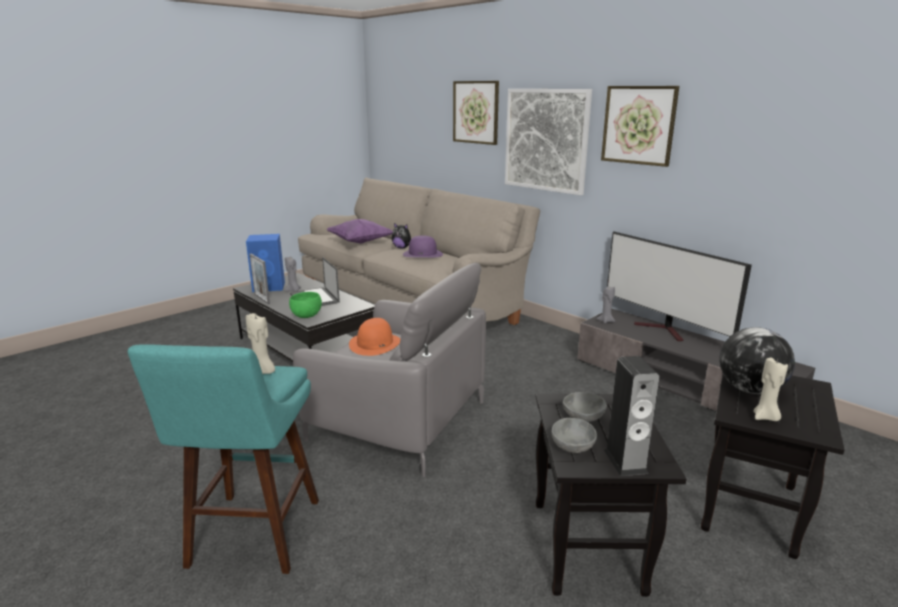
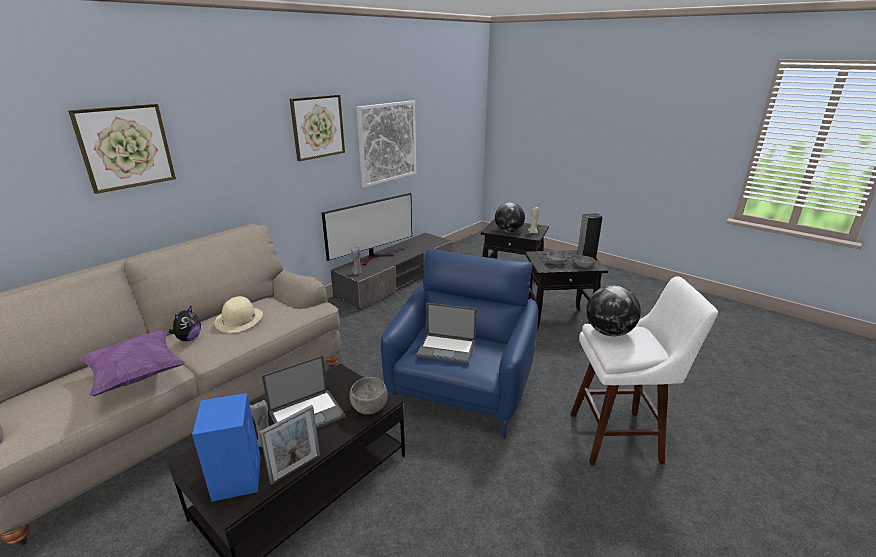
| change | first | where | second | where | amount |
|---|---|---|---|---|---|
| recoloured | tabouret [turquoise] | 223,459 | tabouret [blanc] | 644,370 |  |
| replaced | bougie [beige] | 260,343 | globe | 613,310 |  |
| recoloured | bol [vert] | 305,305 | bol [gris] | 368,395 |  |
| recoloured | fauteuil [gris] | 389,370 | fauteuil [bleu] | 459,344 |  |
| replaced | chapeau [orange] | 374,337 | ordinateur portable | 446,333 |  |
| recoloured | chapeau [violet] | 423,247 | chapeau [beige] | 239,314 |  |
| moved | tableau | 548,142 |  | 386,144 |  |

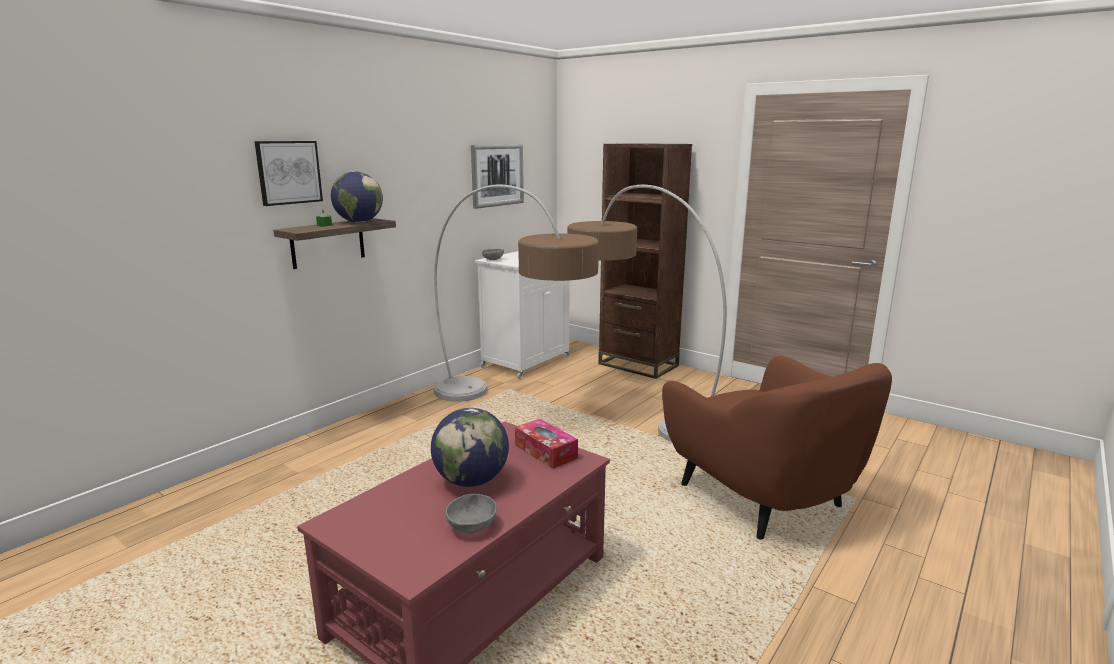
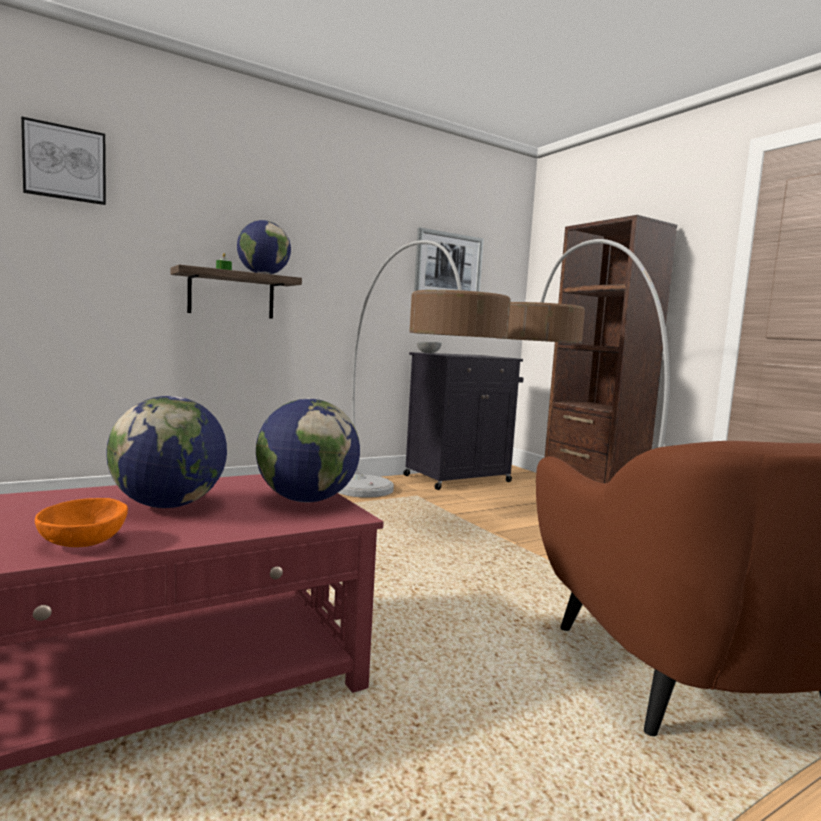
| change | first | where | second | where | amount |
|---|---|---|---|---|---|
| moved | tableau | 288,173 |  | 63,160 |  |
| recoloured | bol [gris] | 471,513 | bol [orange] | 81,522 |  |
| recoloured | meuble de rangement [blanc] | 522,315 | meuble de rangement [noir] | 463,421 |  |
| replaced | boîte à mouchoirs | 546,444 | globe | 308,451 |  |

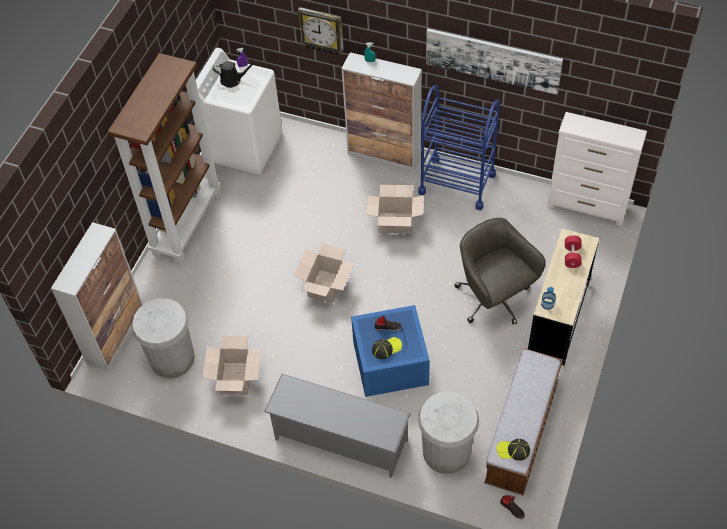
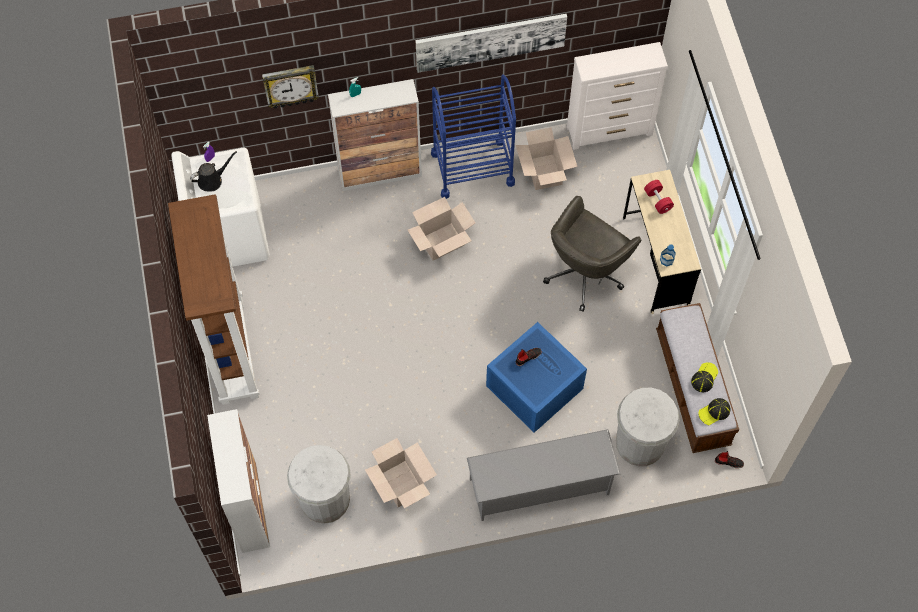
| change | first | where | second | where | amount |
|---|---|---|---|---|---|
| moved | carton | 324,273 |  | 547,158 |  |
| moved | casquette | 387,348 |  | 704,377 |  |
| turned | chaise de bureau [gris] | 500,271 |  | 592,254 | 75 degrees counterclockwise |

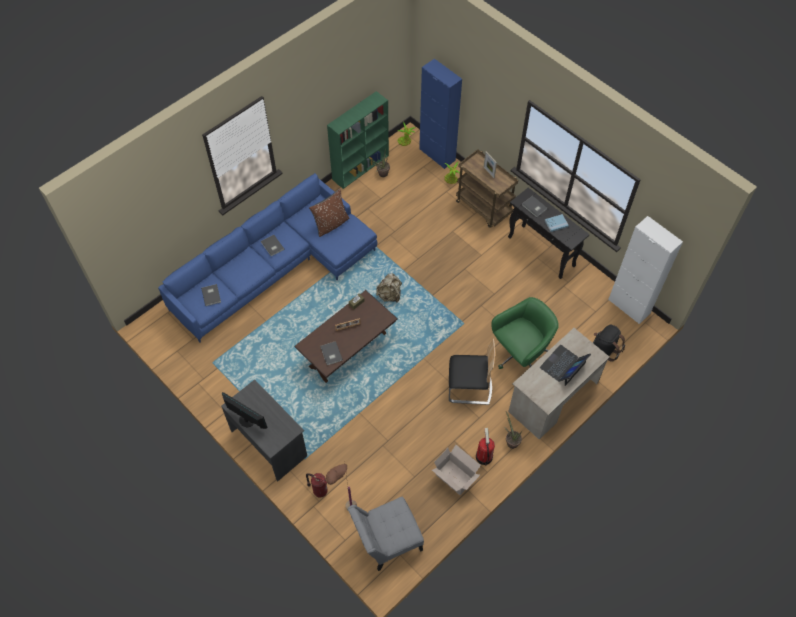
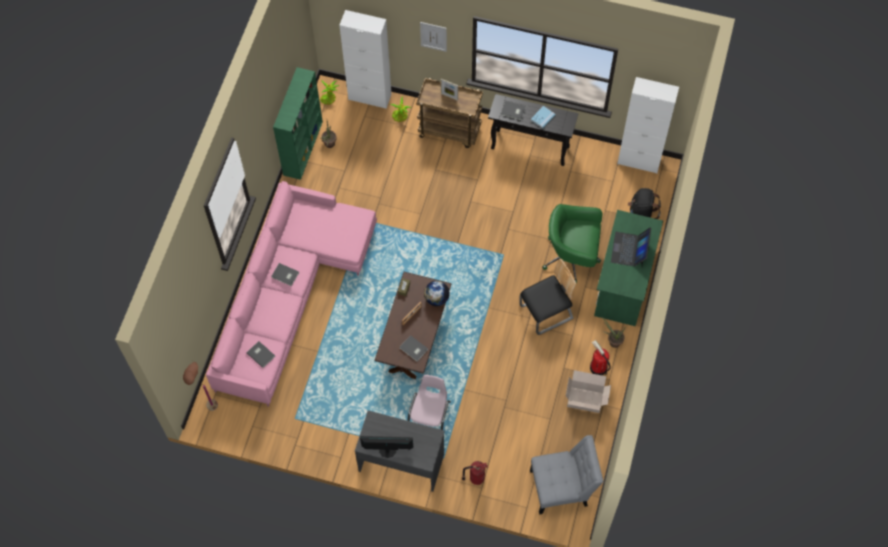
| change | first | where | second | where | amount |
|---|---|---|---|---|---|
| recoloured | canapé [bleu] | 267,258 | canapé [rose] | 291,294 |  |
| removed | coussin [marron] | 329,213 |  |  |  |
| moved | lampadaire [marron] | 341,485 |  | 200,386 |  |
| turned | chaise [gris] | 386,534 |  | 566,475 | 135 degrees counterclockwise |
| removed | sac à dos [beige] | 389,288 |  |  |  |
| recoloured | meuble de rangement [bleu] | 440,114 | meuble de rangement [blanc] | 365,59 |  |
| turned | chaise de bureau [vert] | 525,333 |  | 572,244 | 105 degrees counterclockwise |
| recoloured | bureau [beige] | 559,383 | bureau [vert] | 628,268 |  |
| added |  |  | chaise [rose] | 429,402 |  |
| added |  |  | tableau | 433,37 |  |
| added |  |  | globe | 437,293 |  |

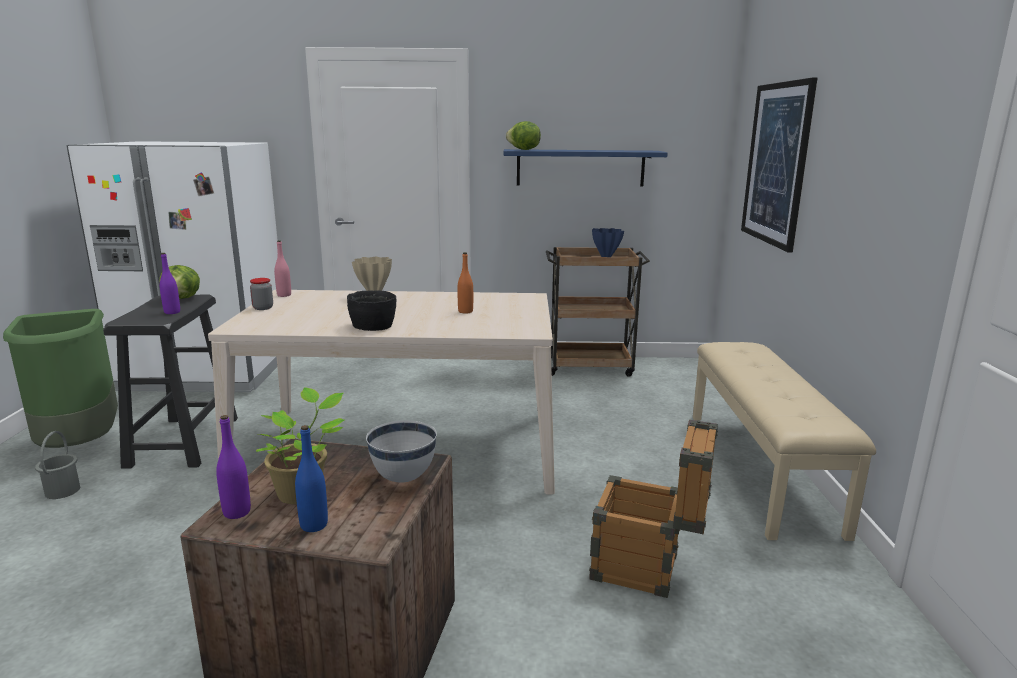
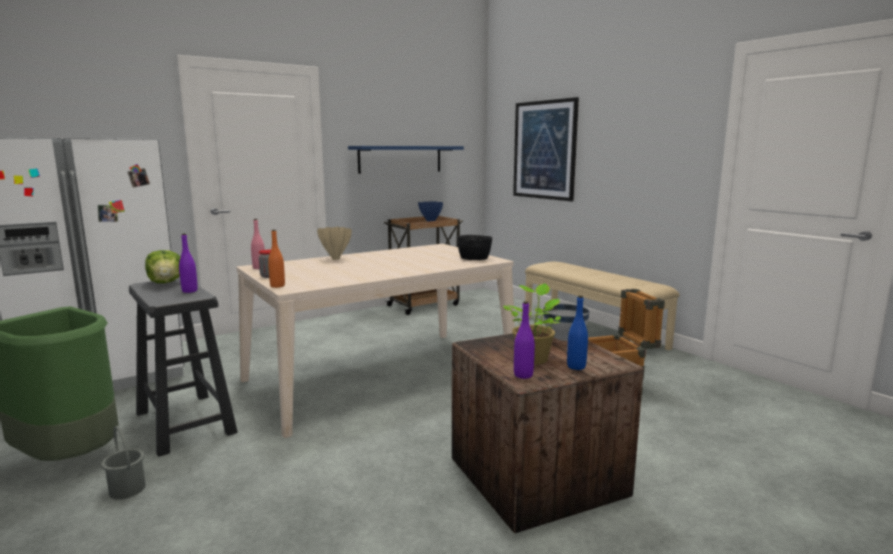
| change | first | where | second | where | amount |
|---|---|---|---|---|---|
| moved | bol [noir] | 371,310 |  | 474,247 |  |
| moved | bouteille [orange] | 465,282 |  | 276,259 |  |
| removed | laitue | 523,135 |  |  |  |

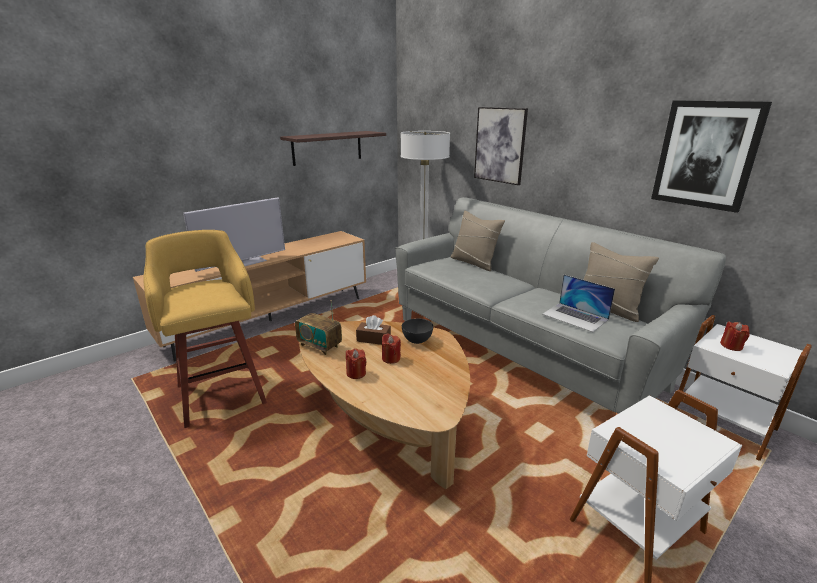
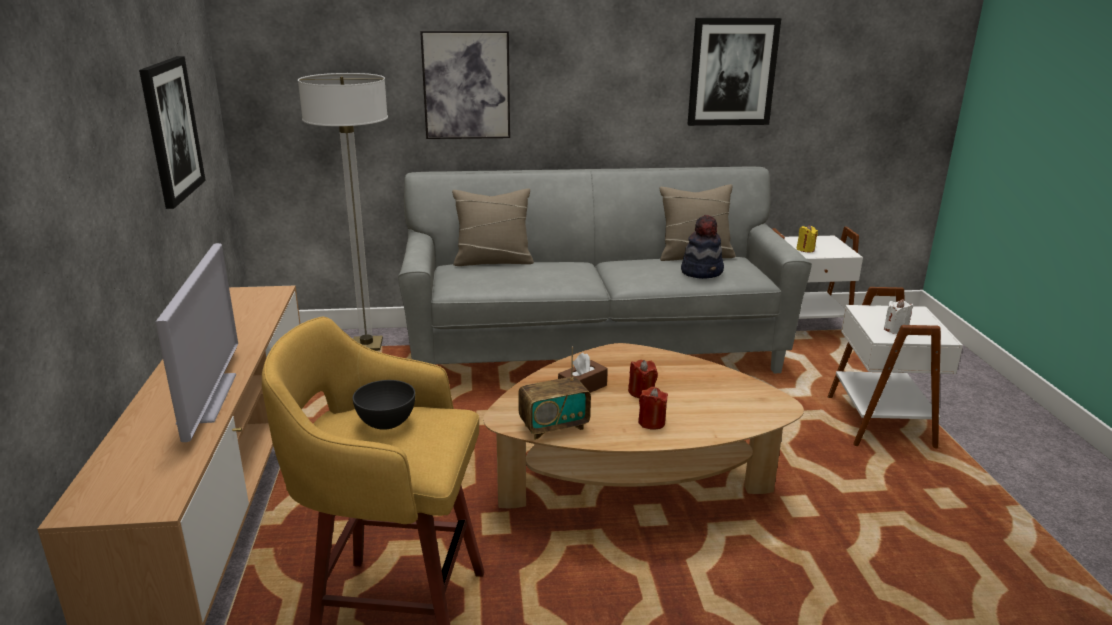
| change | first | where | second | where | amount |
|---|---|---|---|---|---|
| replaced | étagère | 333,148 | tableau | 172,132 |  |
| moved | bol [gris] | 417,331 |  | 384,405 |  |
| replaced | ordinateur portable | 579,303 | chapeau | 702,247 |  |
| recoloured | bougie [rouge] | 735,336 | bougie [jaune] | 807,238 |  |
| added |  |  | bougie [blanc] | 898,316 |  |

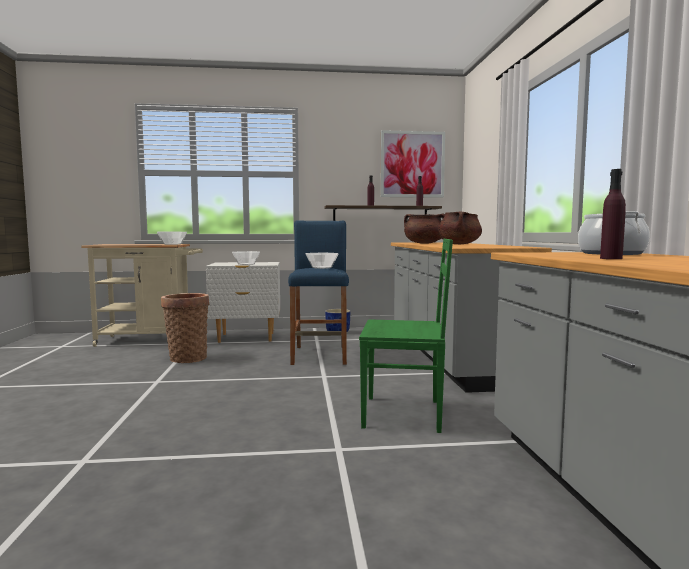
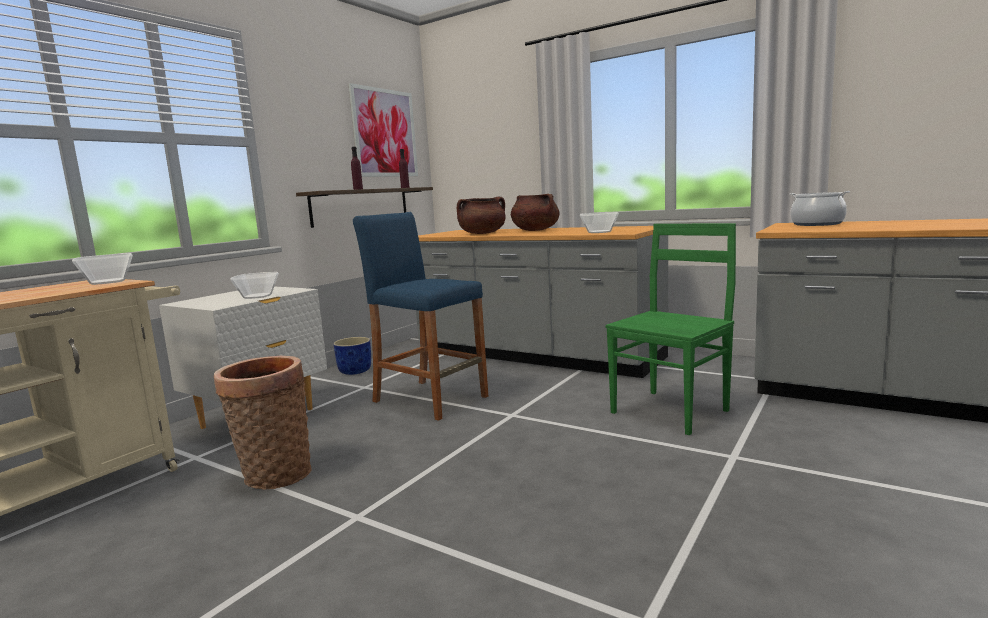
| change | first | where | second | where | amount |
|---|---|---|---|---|---|
| moved | bol | 322,260 |  | 599,222 |  |
| removed | bouteille [violet] | 613,214 |  |  |  |

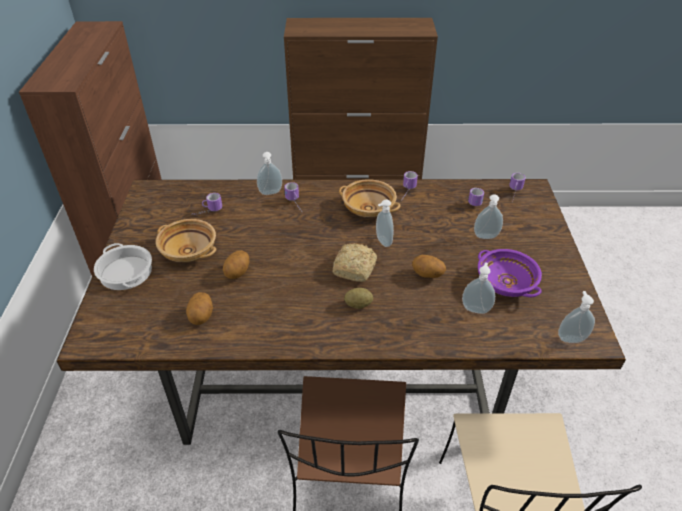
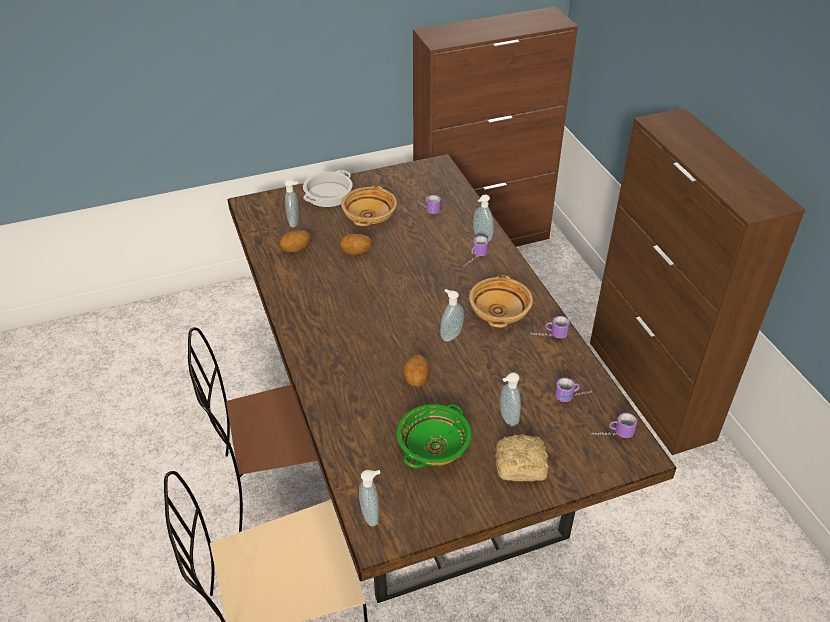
| change | first | where | second | where | amount |
|---|---|---|---|---|---|
| moved | pain | 355,263 |  | 522,457 |  |
| removed | pomme de terre | 358,298 |  |  |  |
| moved | distributeur de savon | 478,288 |  | 291,203 |  |
| recoloured | bol [violet] | 510,273 | bol [vert] | 434,436 |  |

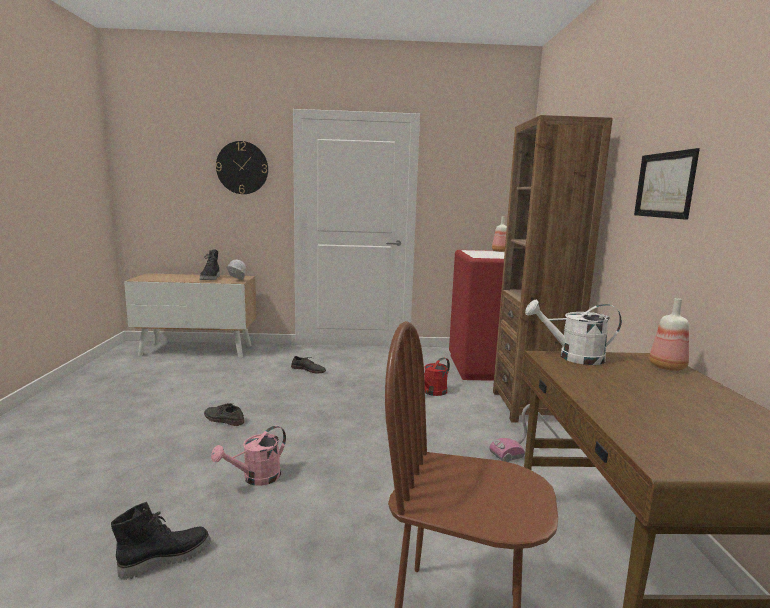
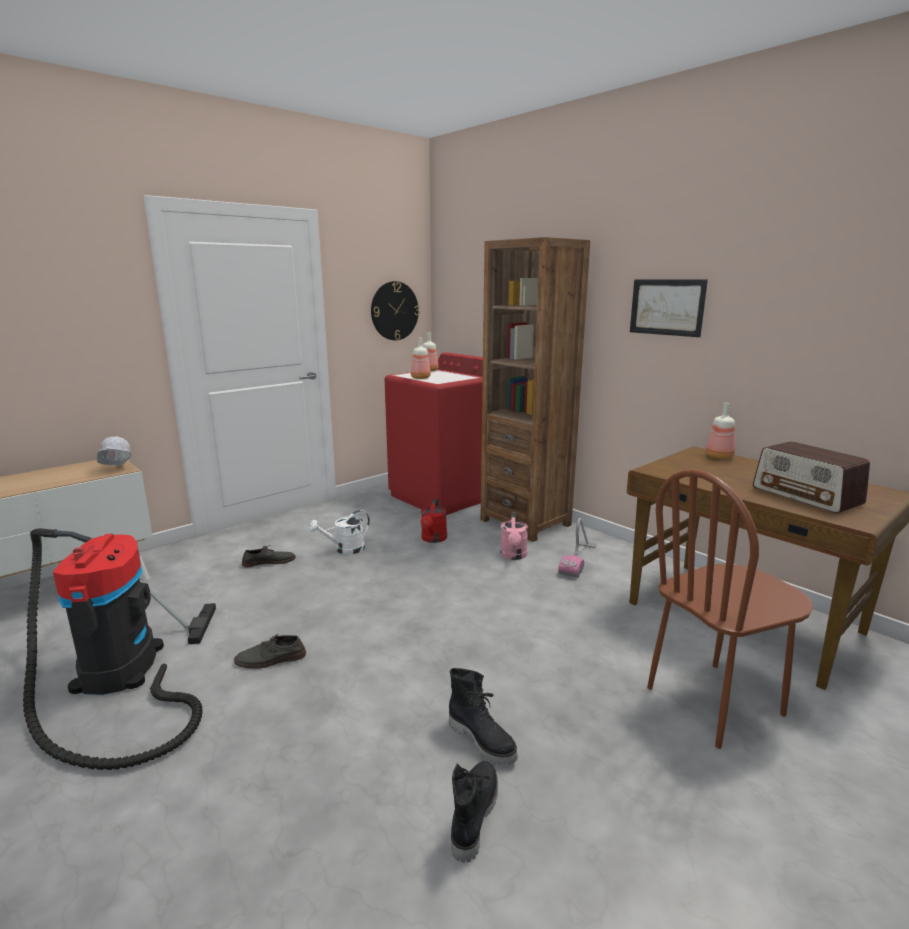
| change | first | where | second | where | amount |
|---|---|---|---|---|---|
| moved | botte [noir] | 210,264 |  | 483,716 |  |
| moved | arrosoir [rose] | 248,456 |  | 514,536 |  |
| moved | horloge murale | 242,167 |  | 395,310 |  |
| moved | arrosoir [blanc] | 573,332 |  | 339,532 |  |
| added |  |  | aspirateur | 119,649 |  |
| added |  |  | bouteille | 421,358 |  |
| added |  |  | radio | 811,477 |  |

